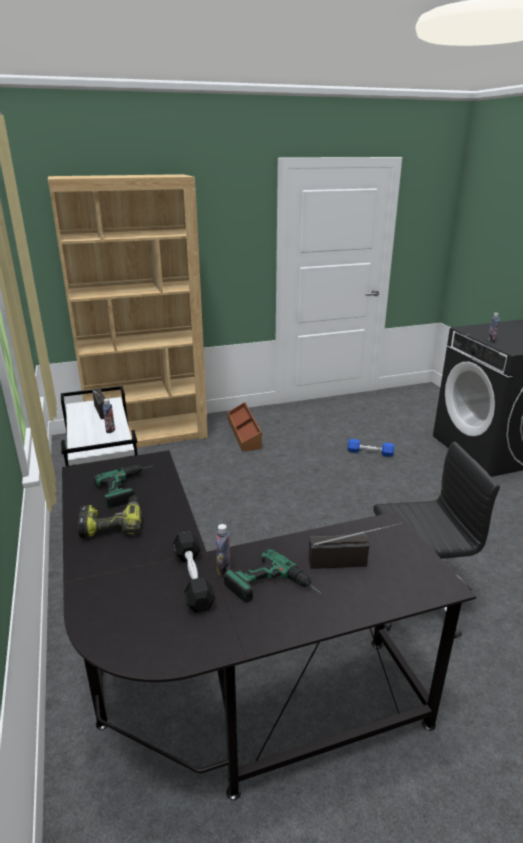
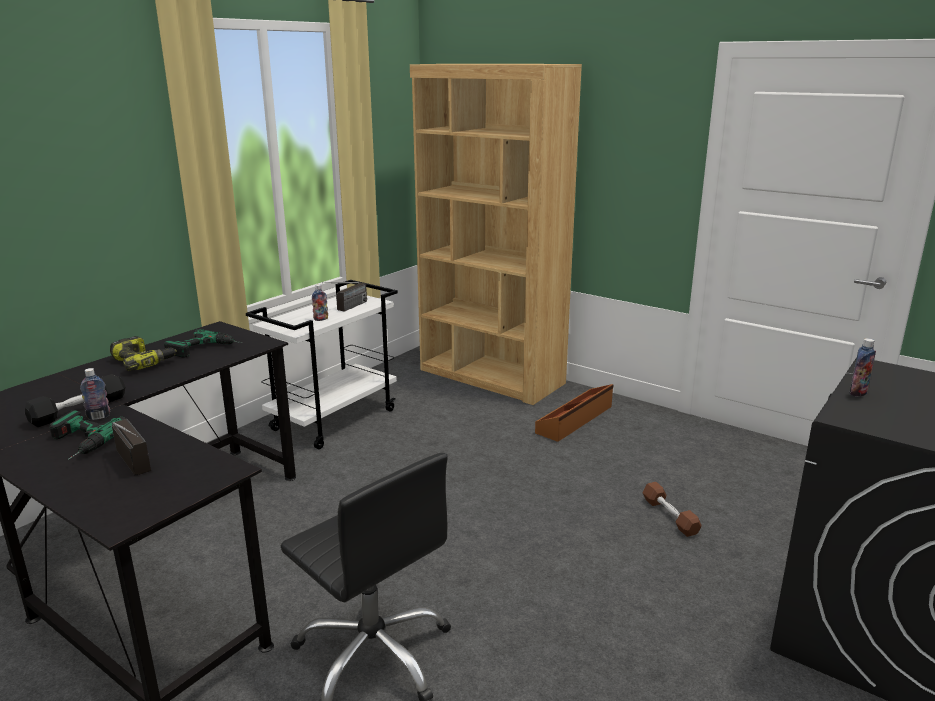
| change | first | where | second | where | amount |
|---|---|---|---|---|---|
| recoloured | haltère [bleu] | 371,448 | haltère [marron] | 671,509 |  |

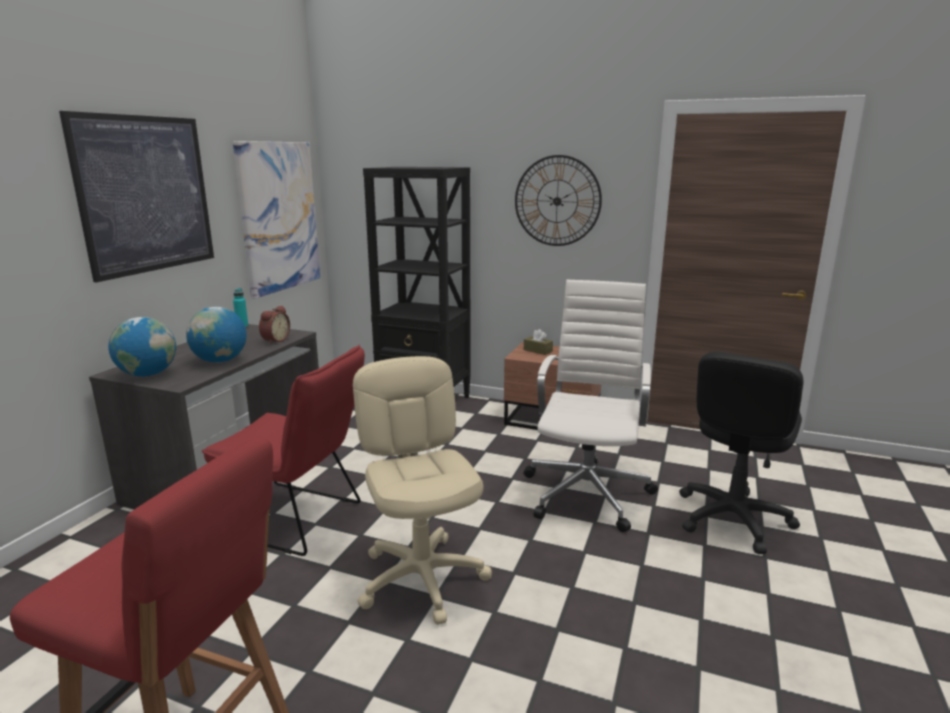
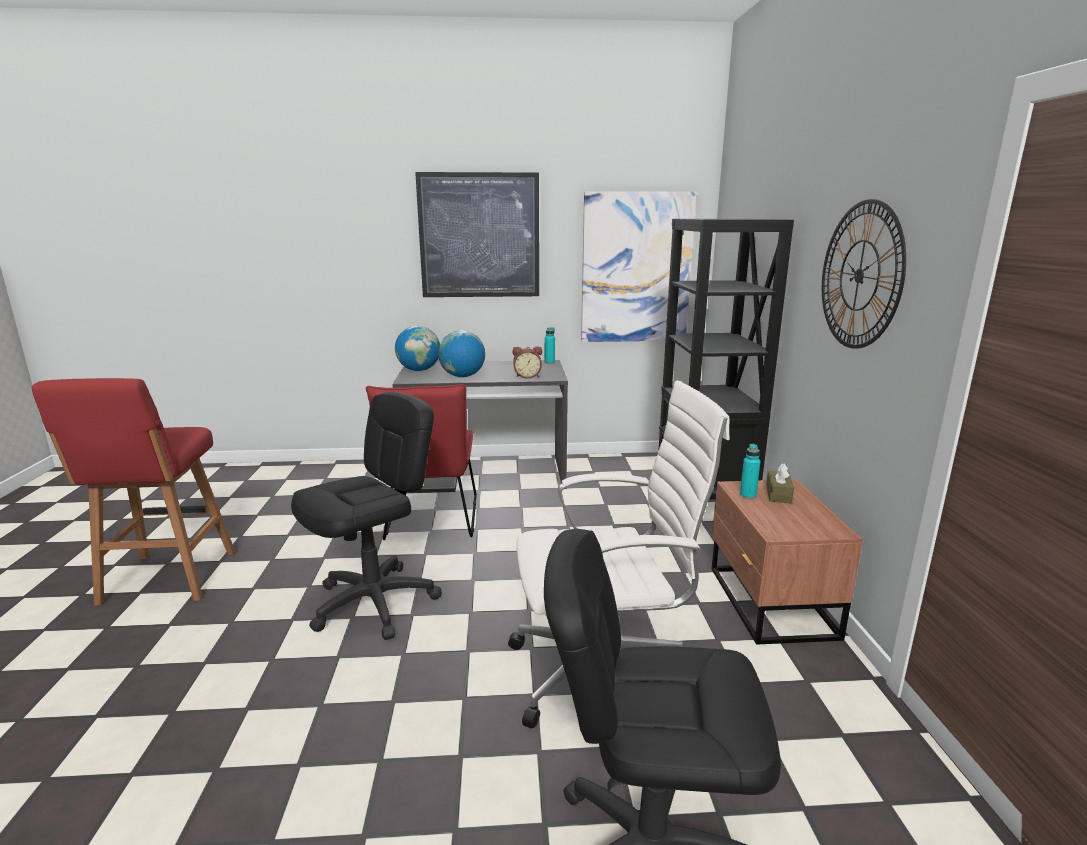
| change | first | where | second | where | amount |
|---|---|---|---|---|---|
| recoloured | chaise de bureau [beige] | 422,490 | chaise de bureau [noir] | 366,516 |  |
| added |  |  | bouteille [turquoise] | 750,471 |  |

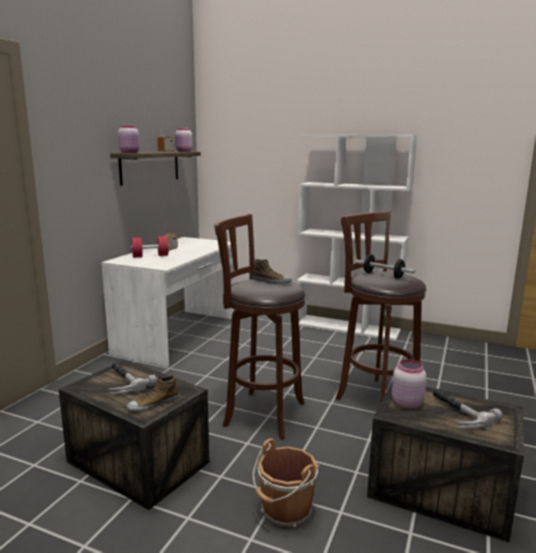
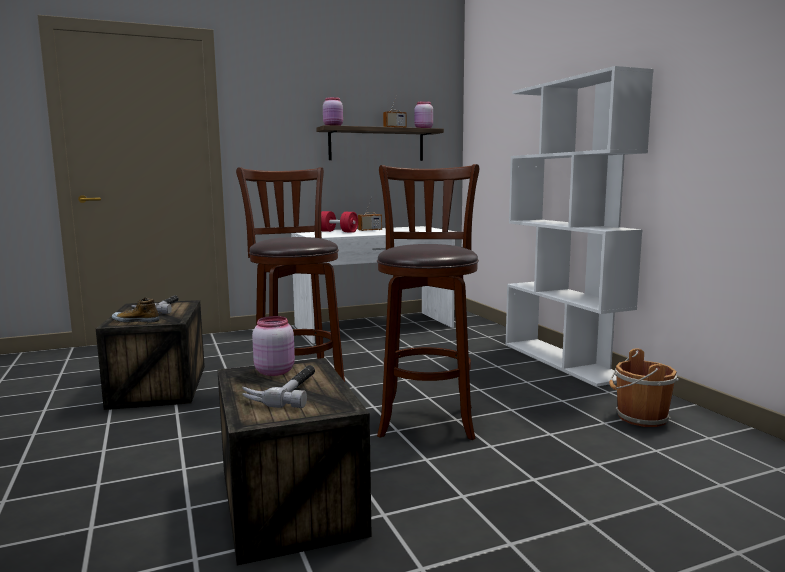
| change | first | where | second | where | amount |
|---|---|---|---|---|---|
| removed | chaussure | 272,271 |  |  |  |
| moved | seau [marron] | 285,483 |  | 644,387 |  |
| removed | haltère | 385,266 |  |  |  |

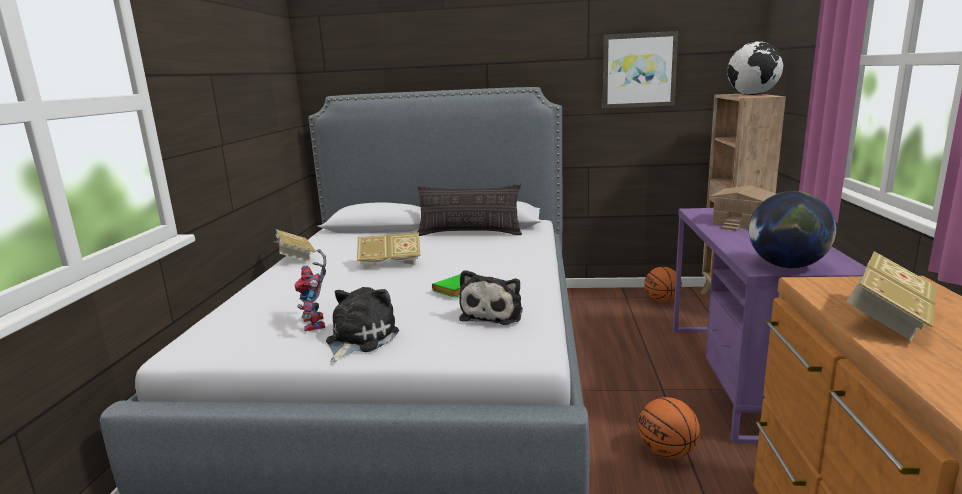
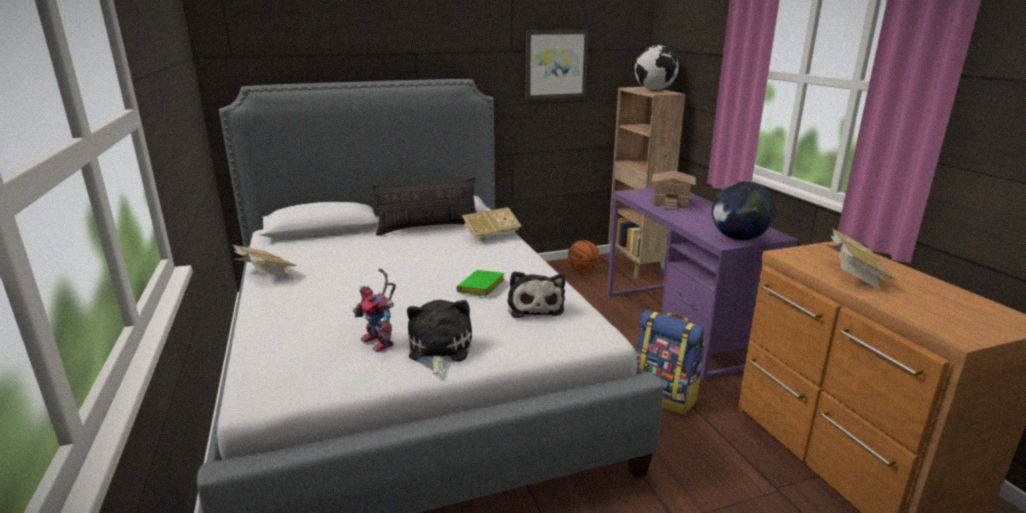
| change | first | where | second | where | amount |
|---|---|---|---|---|---|
| moved | livre | 389,251 |  | 492,225 |  |
| replaced | ballon de basket | 669,428 | sac à dos | 670,362 |  |

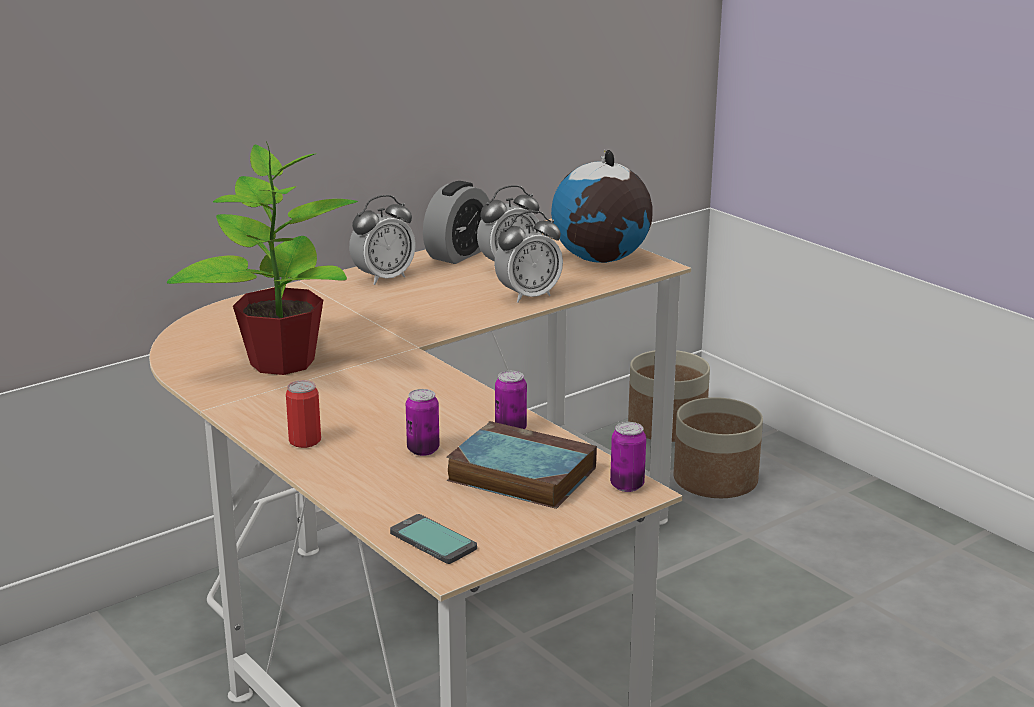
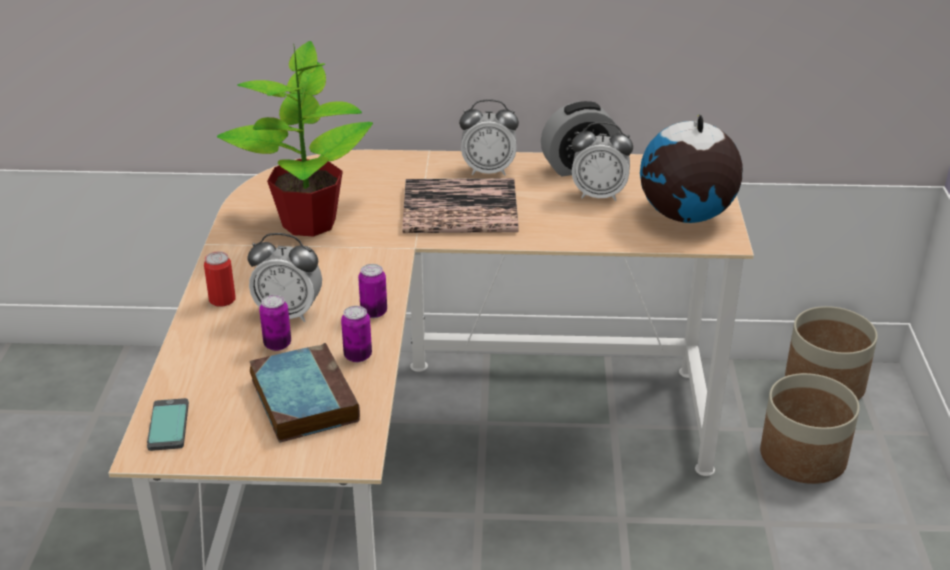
| change | first | where | second | where | amount |
|---|---|---|---|---|---|
| moved | réveil | 528,257 |  | 284,277 |  |
| moved | boîte métallique | 628,457 |  | 372,291 |  |
| added |  |  | livre | 460,205 |  |

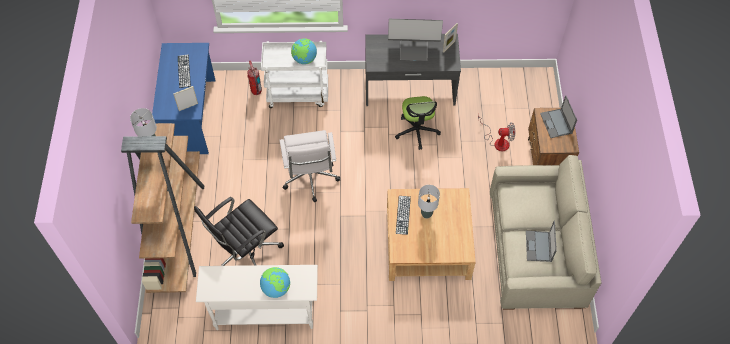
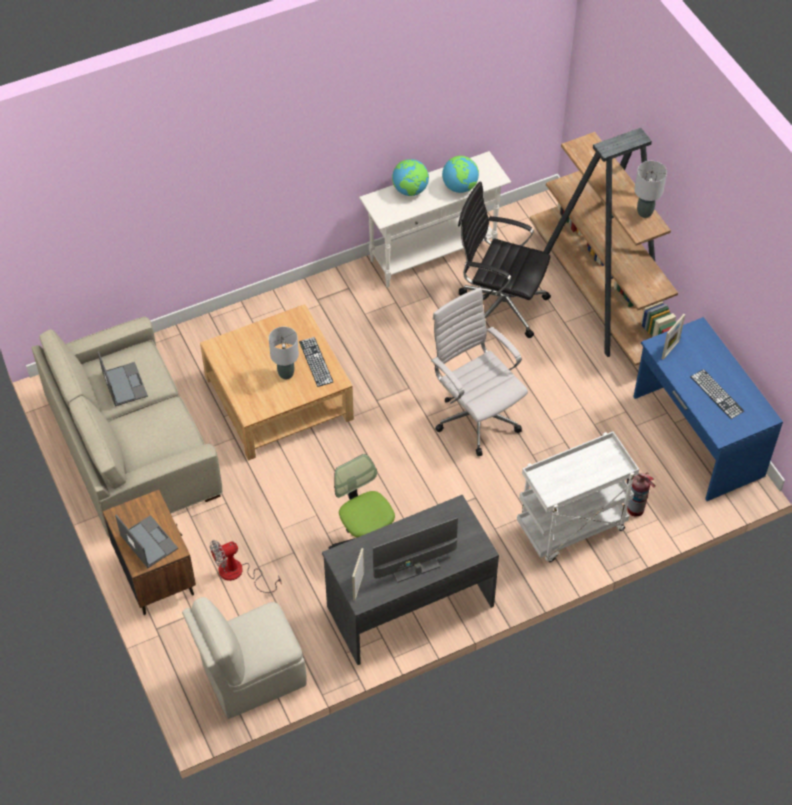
| change | first | where | second | where | amount |
|---|---|---|---|---|---|
| turned | chaise de bureau [noir] | 239,231 |  | 504,260 | 90 degrees counterclockwise |
| moved | globe | 304,51 |  | 460,174 |  |
| added |  |  | chaise [beige] | 244,658 |  |

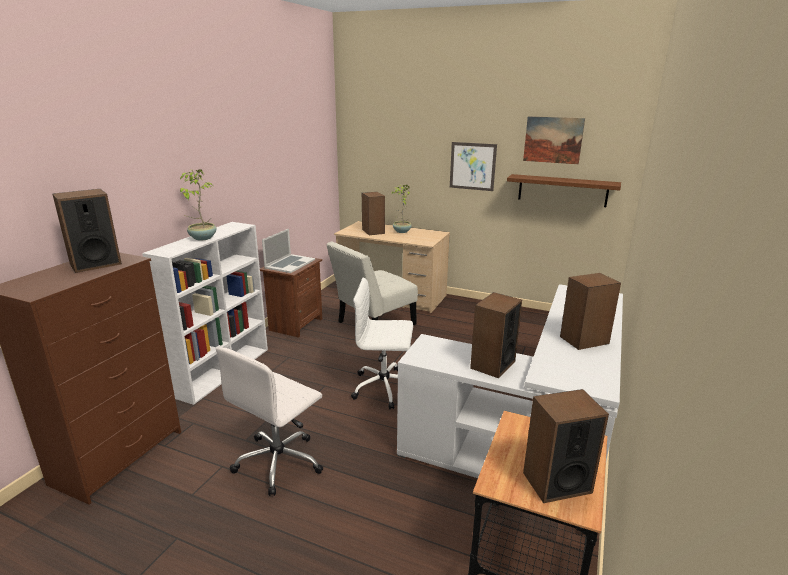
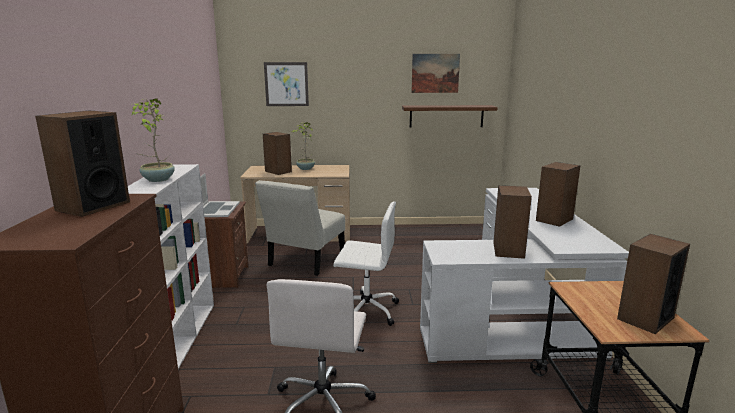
| change | first | where | second | where | amount |
|---|---|---|---|---|---|
| turned | chaise de bureau [blanc] | 382,343 |  | 366,263 | 150 degrees counterclockwise |
| moved | tableau | 473,166 |  | 286,84 |  |

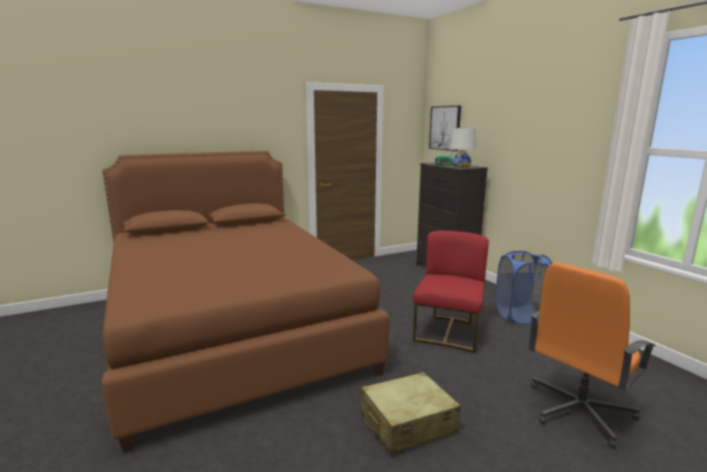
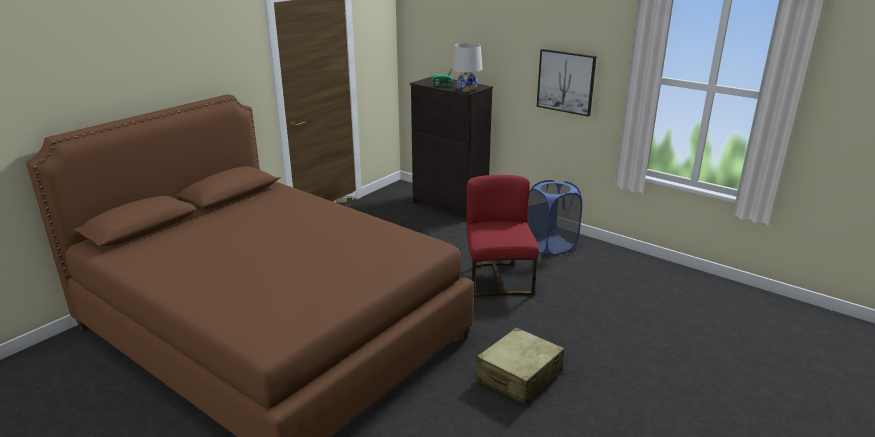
| change | first | where | second | where | amount |
|---|---|---|---|---|---|
| moved | tableau | 445,128 |  | 567,82 |  |
| removed | chaise de bureau [orange] | 592,355 |  |  |  |

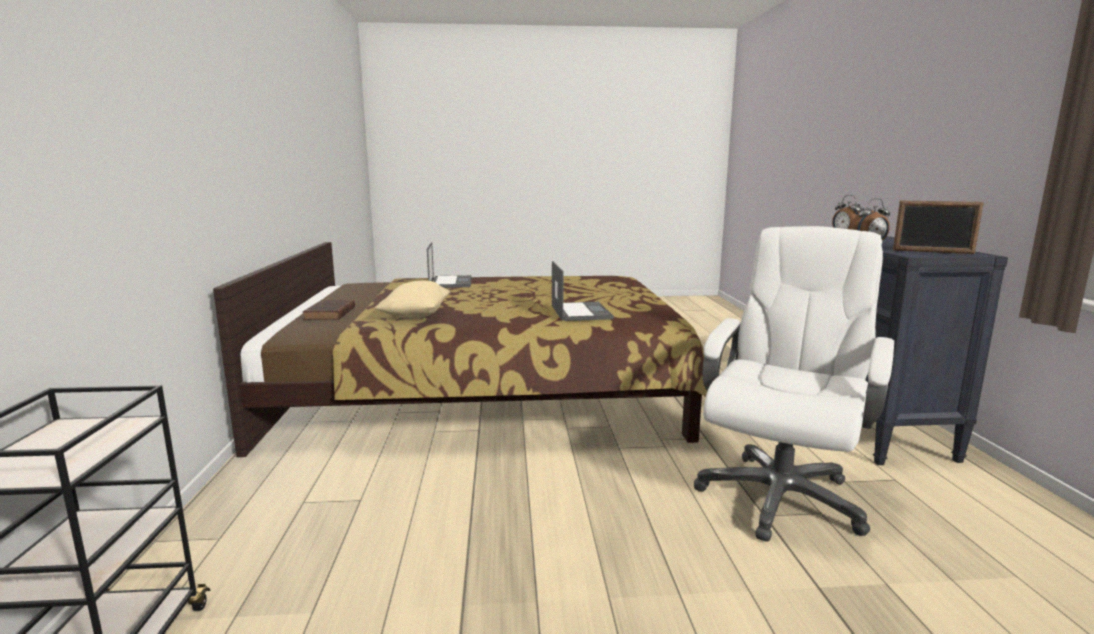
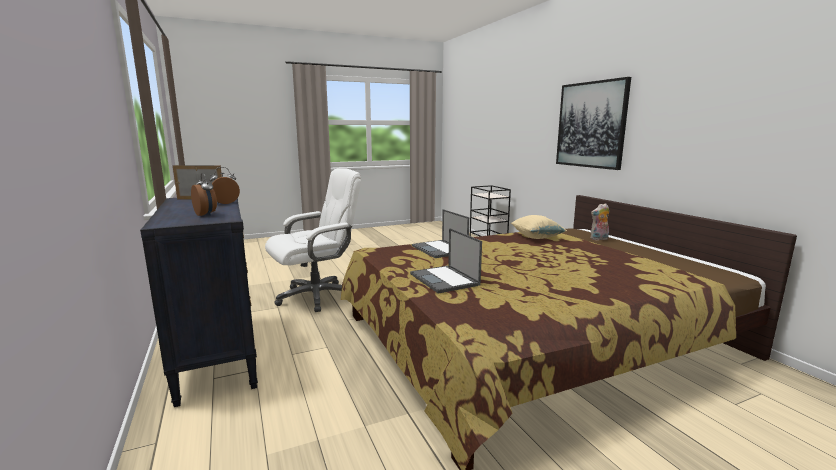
| change | first | where | second | where | amount |
|---|---|---|---|---|---|
| replaced | livre [marron] | 329,310 | peluche | 599,221 |  |
| moved | ordinateur portable | 449,265 |  | 446,261 |  |
| turned | chaise de bureau [blanc] | 794,384 |  | 313,240 | 135 degrees counterclockwise |
| added |  |  | tableau | 593,123 |  |

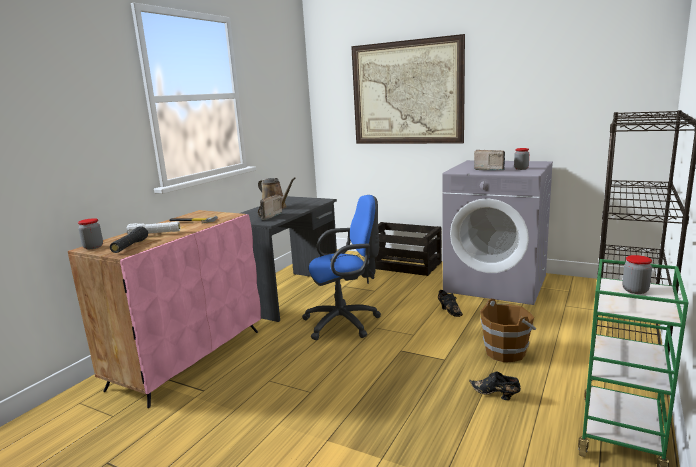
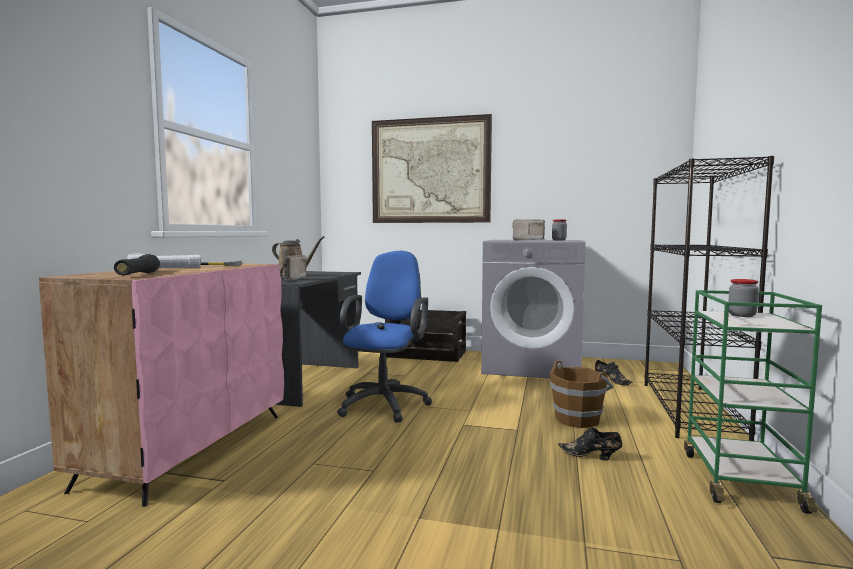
| change | first | where | second | where | amount |
|---|---|---|---|---|---|
| removed | bocal | 90,233 |  |  |  |
| turned | chaise de bureau [bleu] | 341,267 |  | 384,337 | 45 degrees counterclockwise |
| moved | chaussure [noir] | 450,303 |  | 614,372 |  |

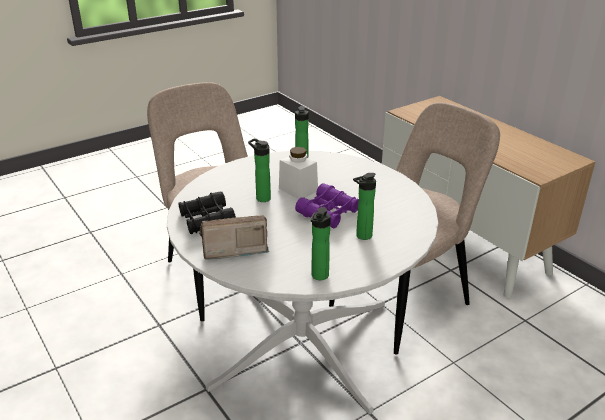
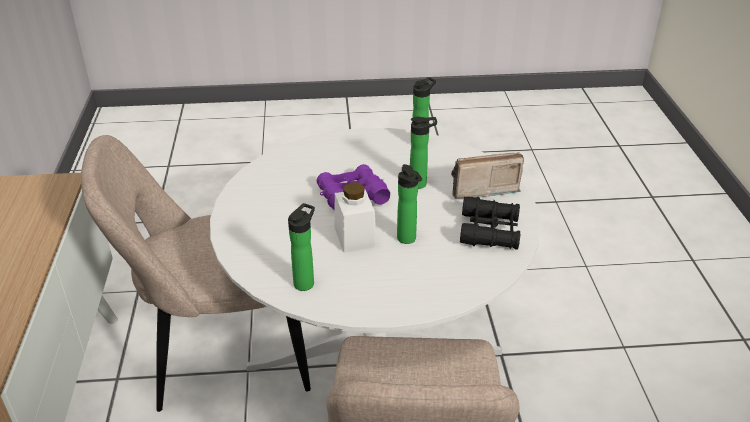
| change | first | where | second | where | amount |
|---|---|---|---|---|---|
| turned | radio | 234,237 |  | 487,175 | 150 degrees clockwise |
| moved | bouteille | 364,206 |  | 423,153 |  |

